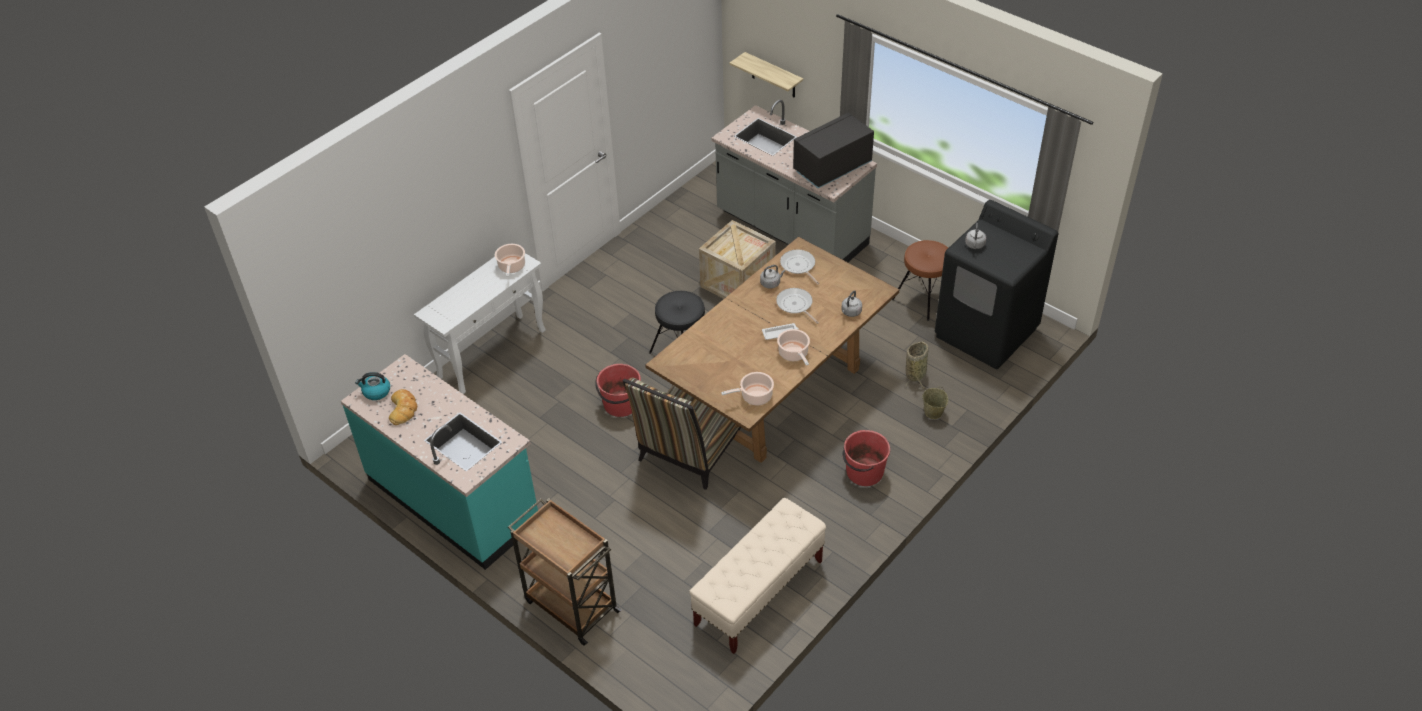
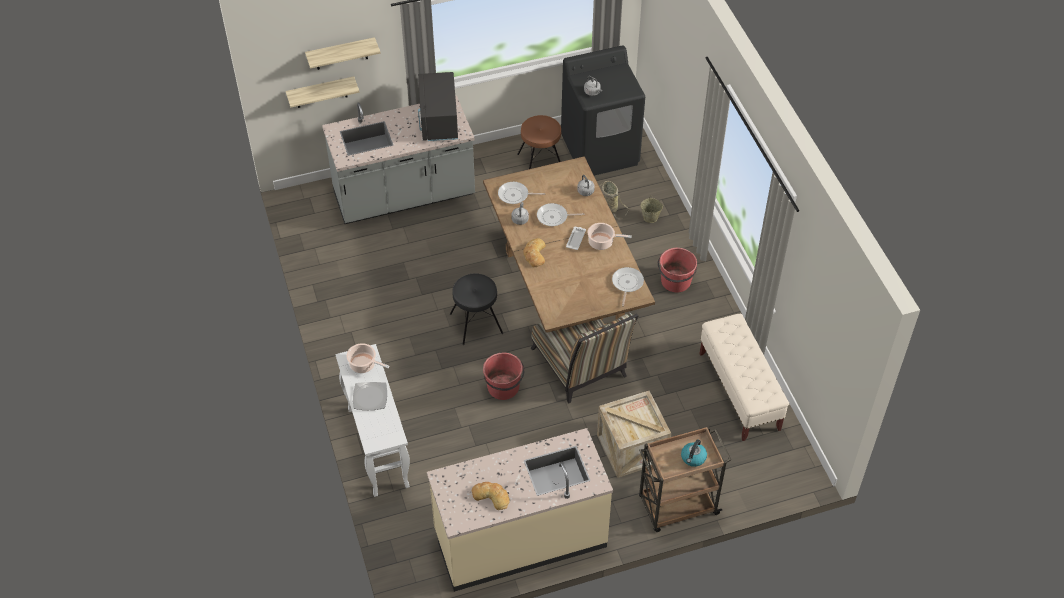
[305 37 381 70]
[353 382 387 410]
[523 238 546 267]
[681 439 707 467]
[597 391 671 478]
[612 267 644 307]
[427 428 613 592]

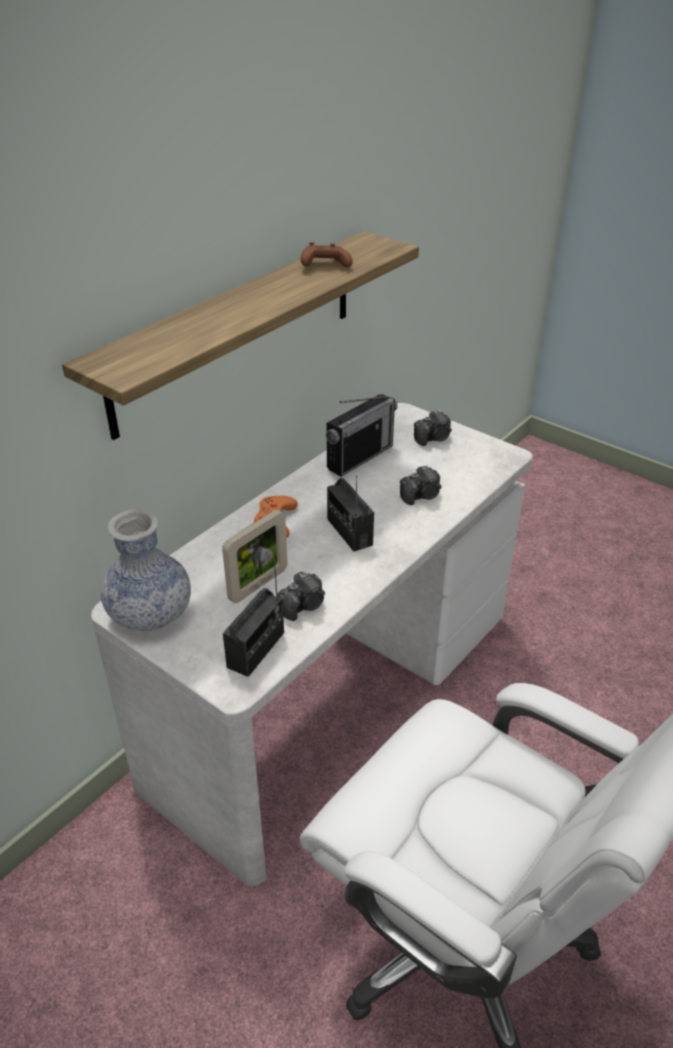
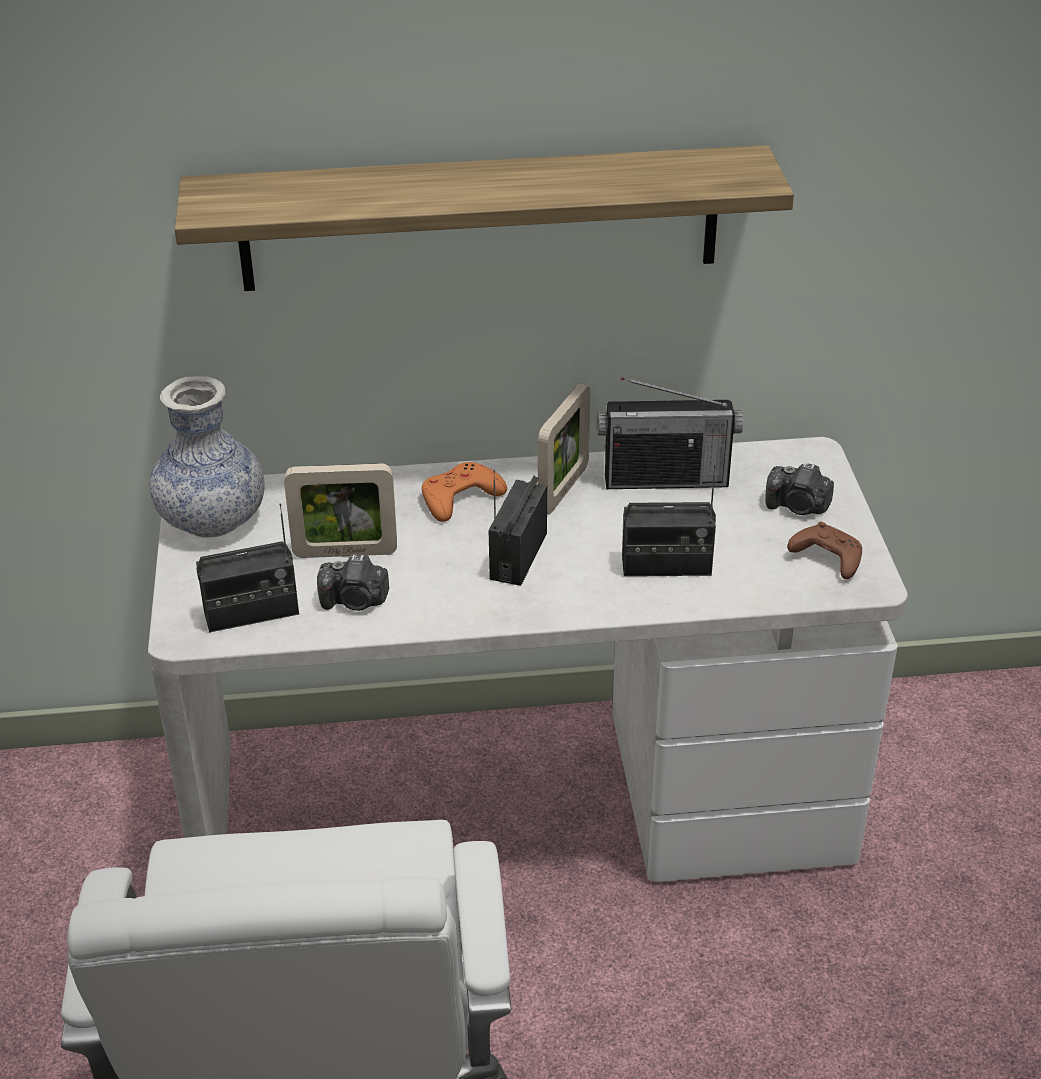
[538 384 590 514]
[787 521 862 579]
[622 465 716 576]

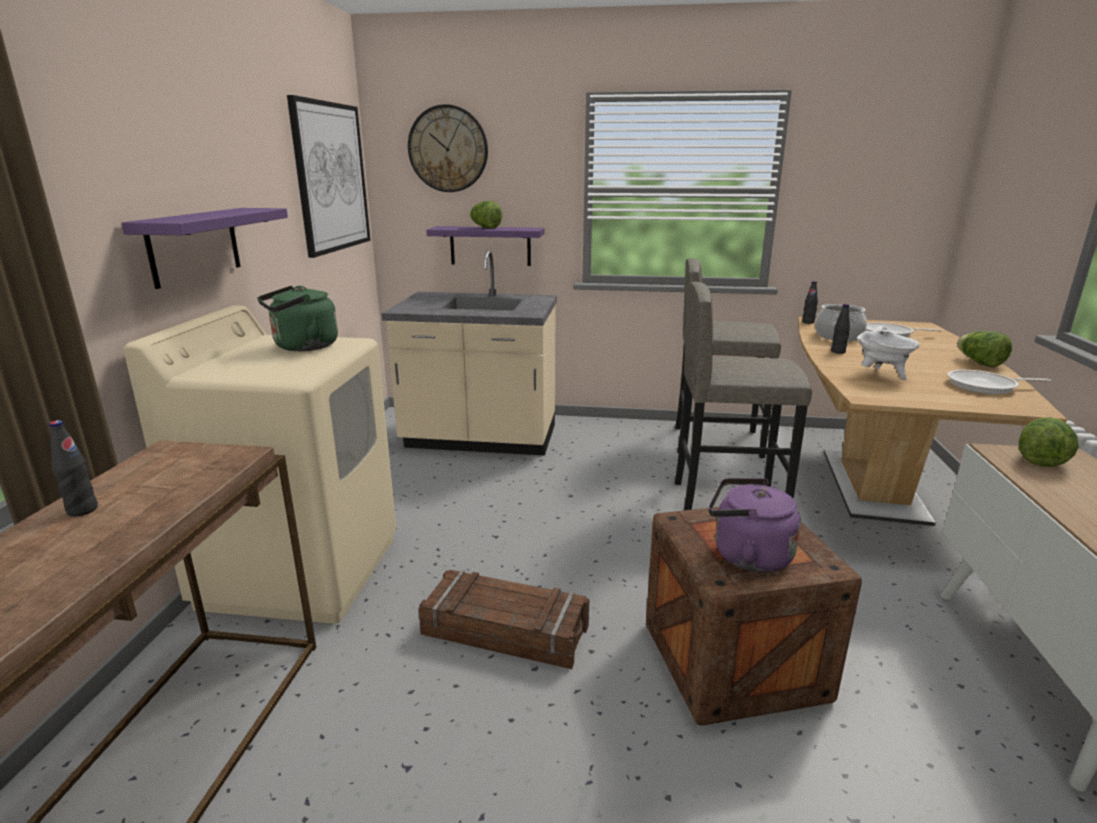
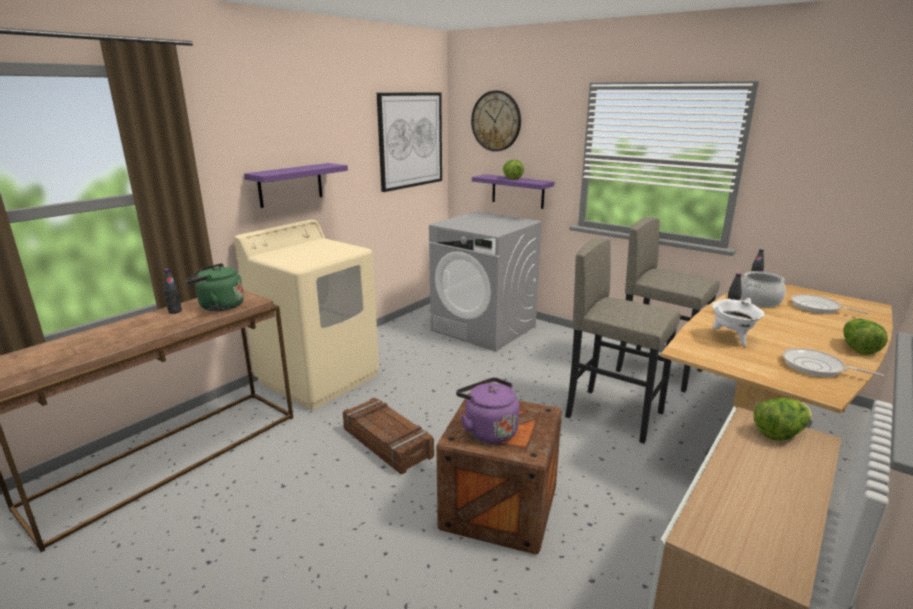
[186 263 244 311]
[429 211 543 351]

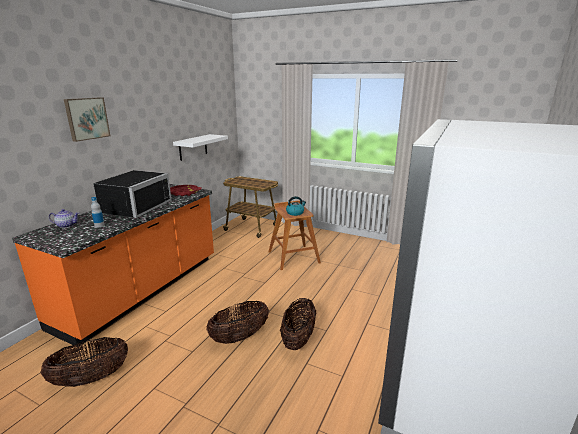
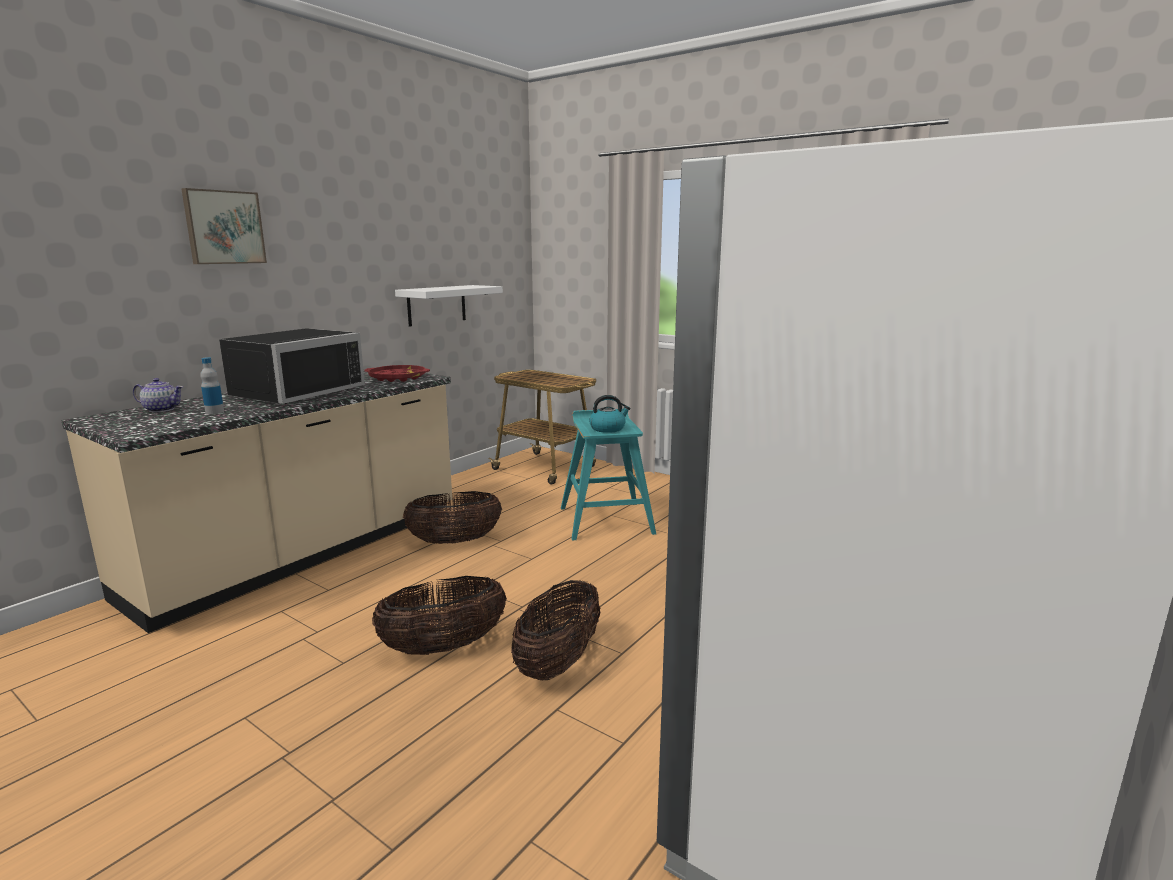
[403 491 502 544]
[62 369 452 633]
[561 409 656 540]

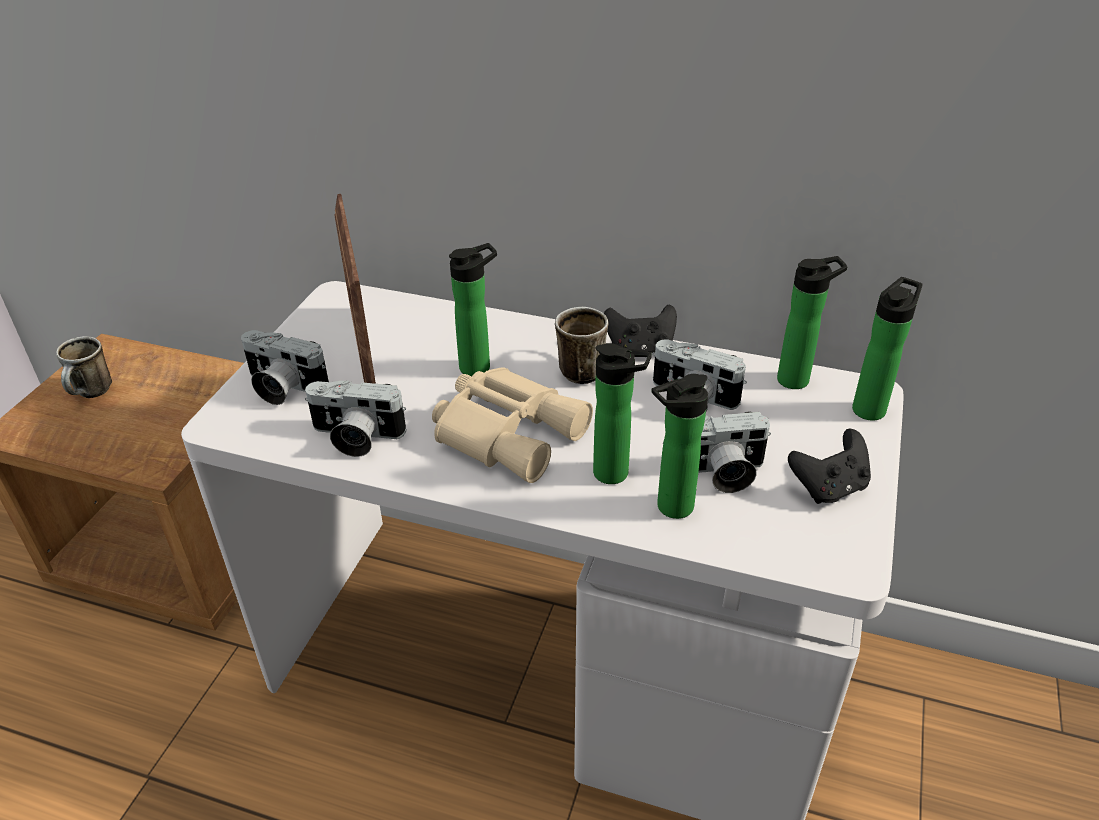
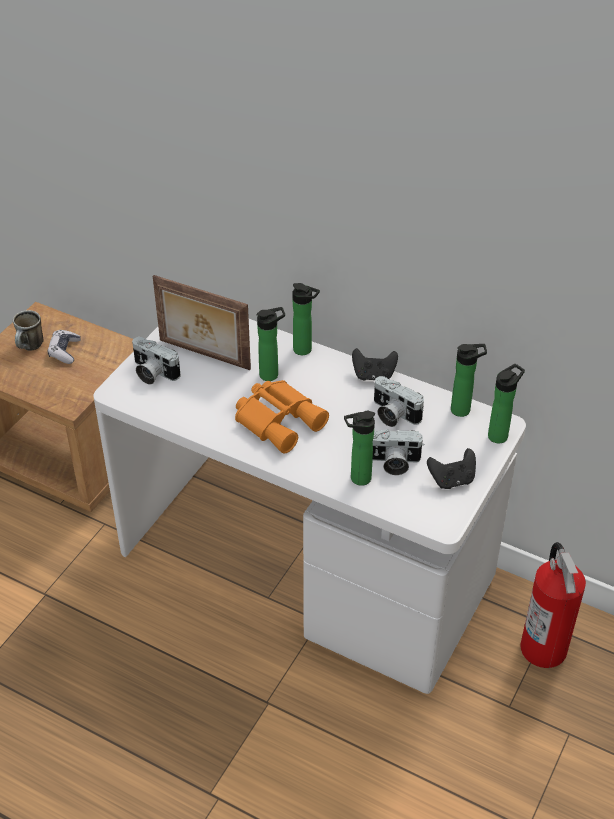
[305 380 407 457] (first image)
[555 307 608 384] (first image)
[48 330 81 364]
[520 542 586 668]
[292 283 320 355]
[235 380 329 454]
[153 275 251 370]

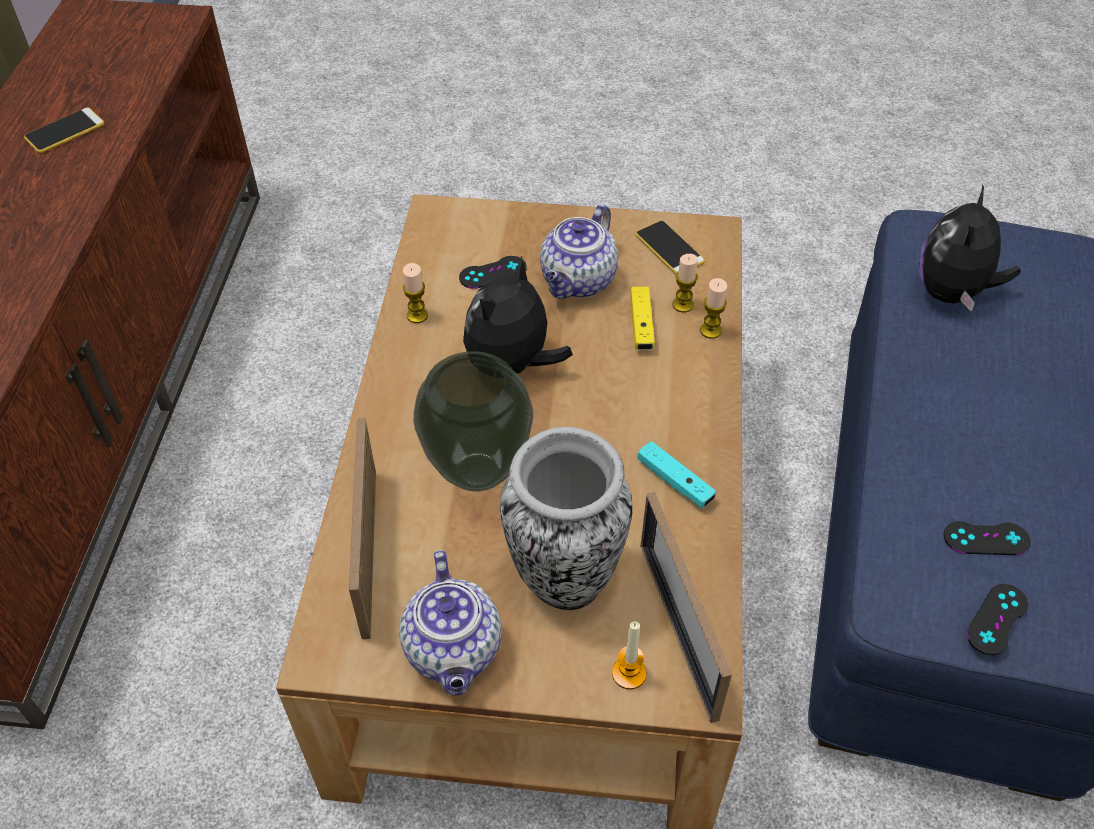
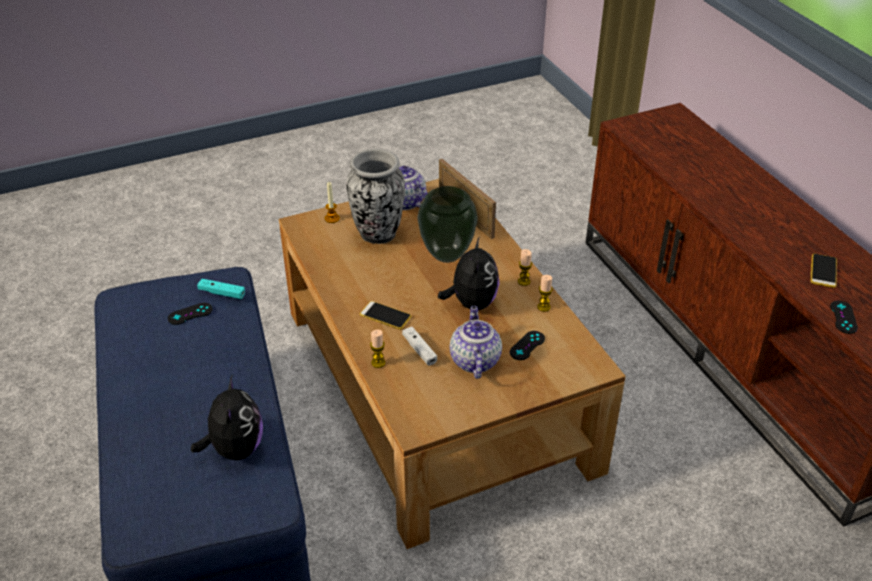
[640 492 732 723] (first image)
[360 301 411 330]
[197 279 245 299]
[518 249 532 286]
[830 301 858 334]
[402 327 437 366]

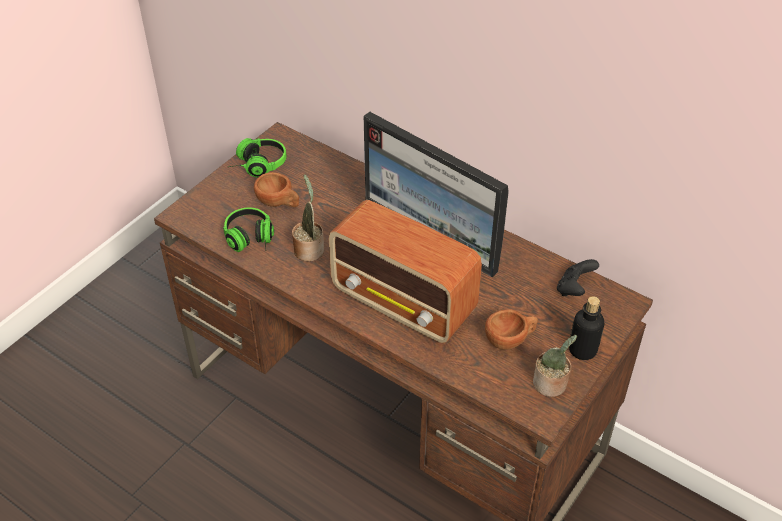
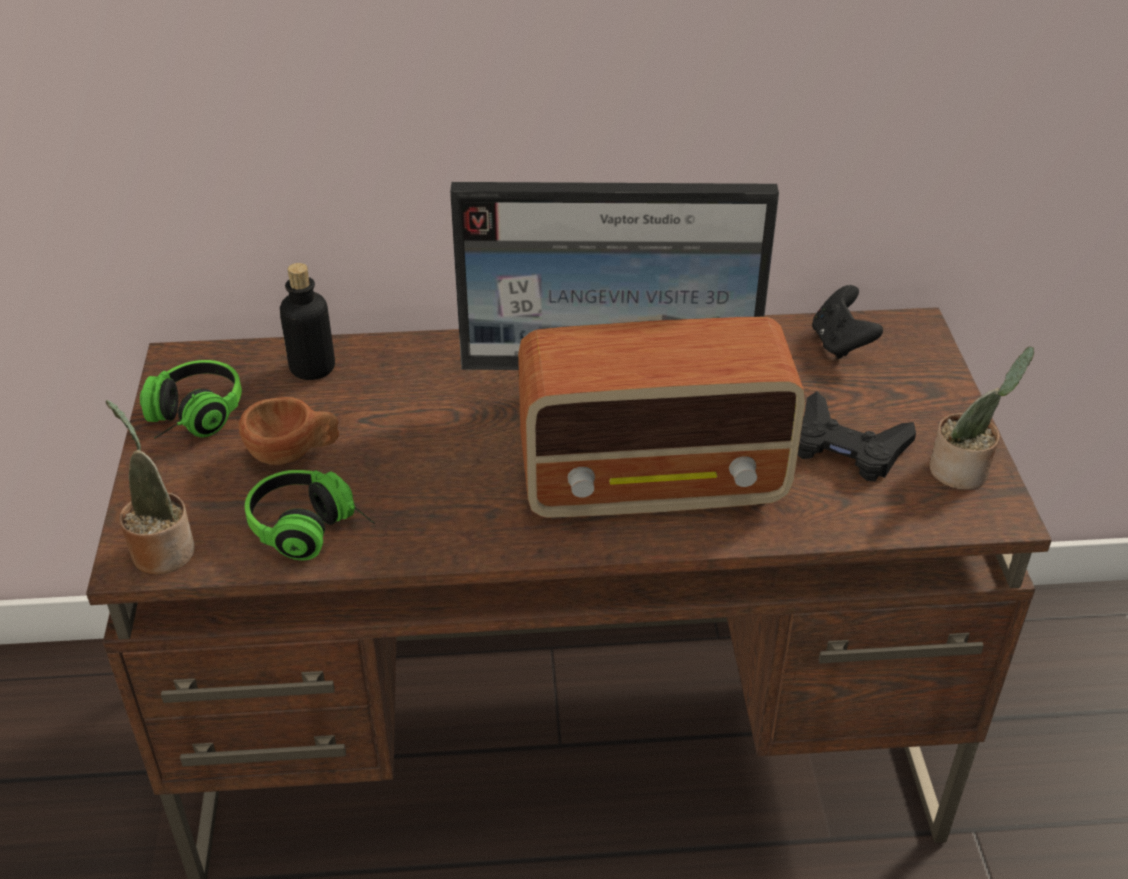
[106 400 195 575]
[280 263 335 380]
[798 391 916 481]

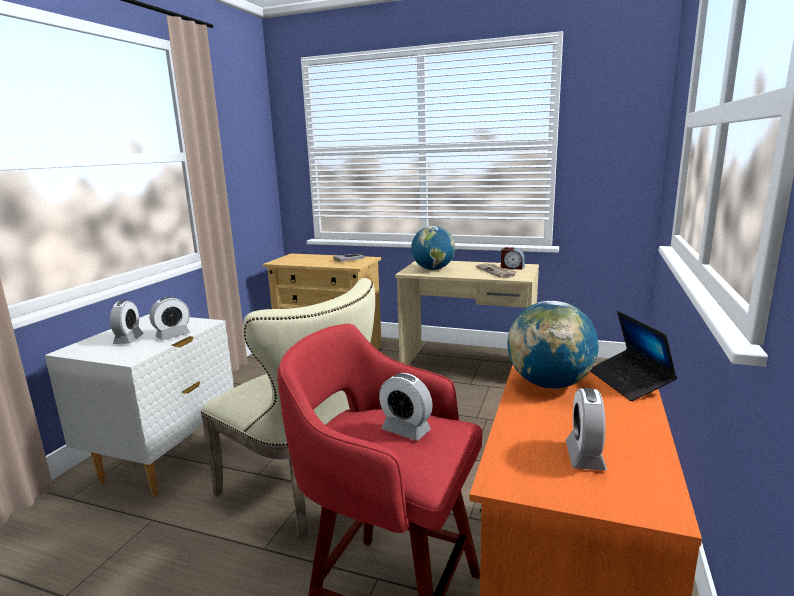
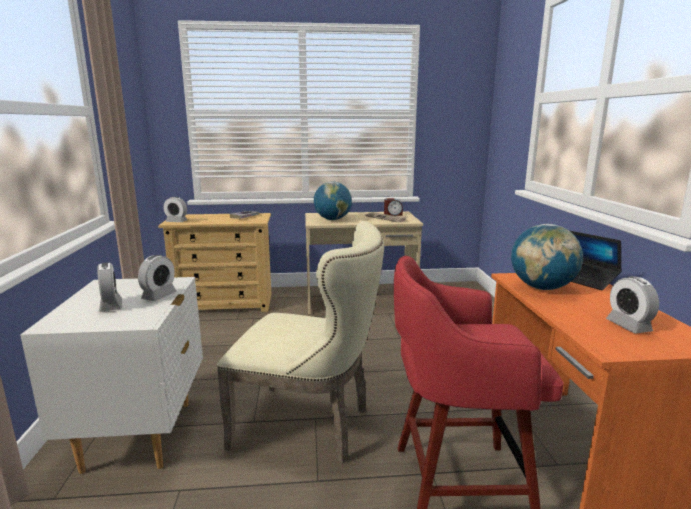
[163 197 187 222]

